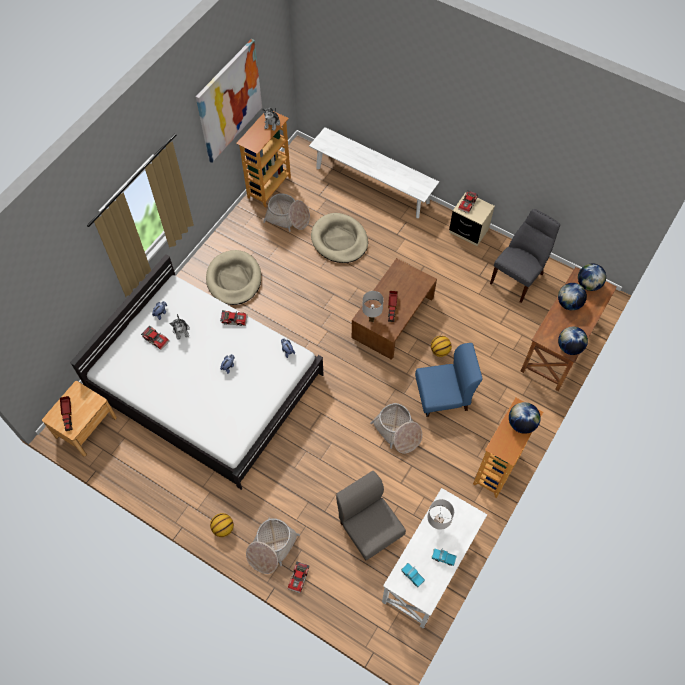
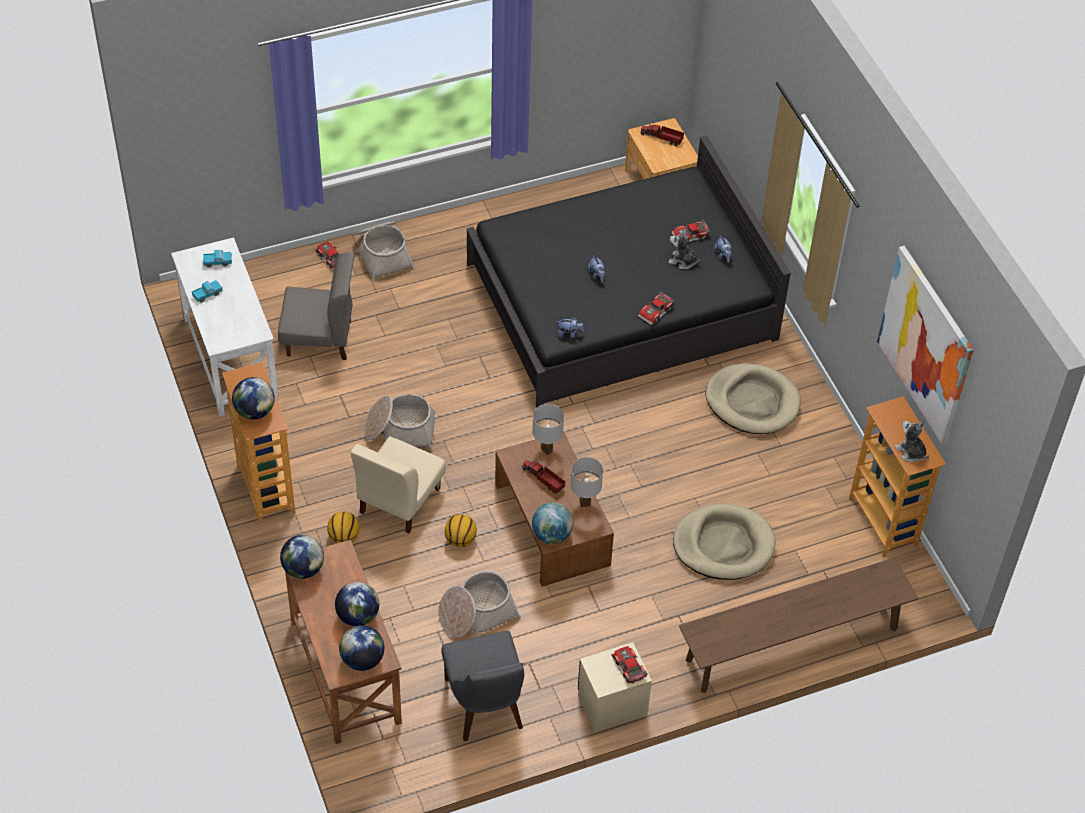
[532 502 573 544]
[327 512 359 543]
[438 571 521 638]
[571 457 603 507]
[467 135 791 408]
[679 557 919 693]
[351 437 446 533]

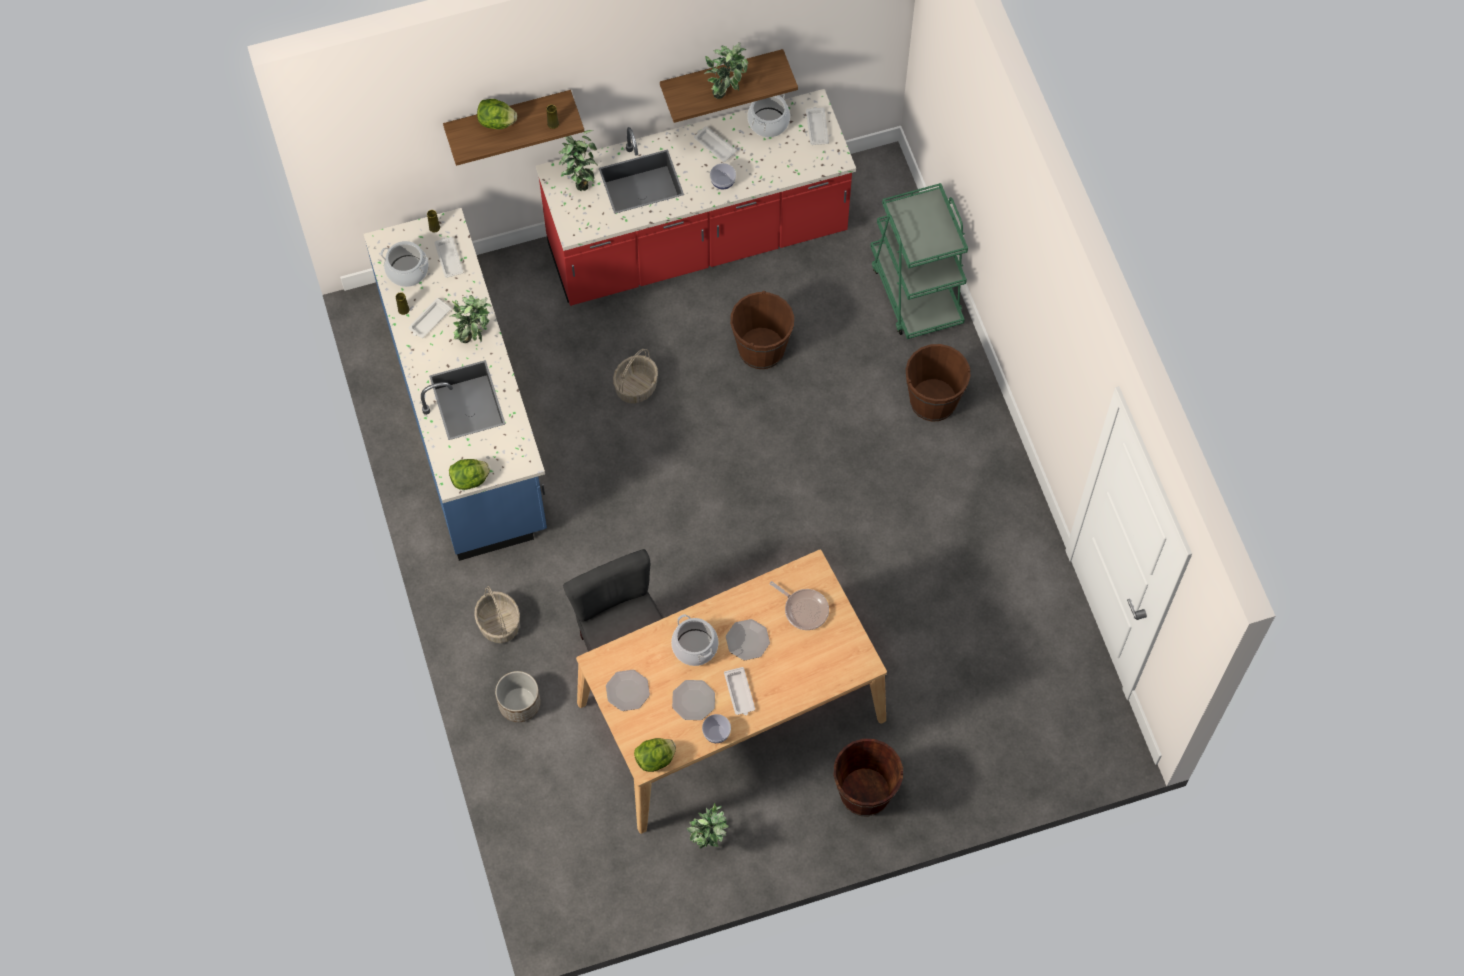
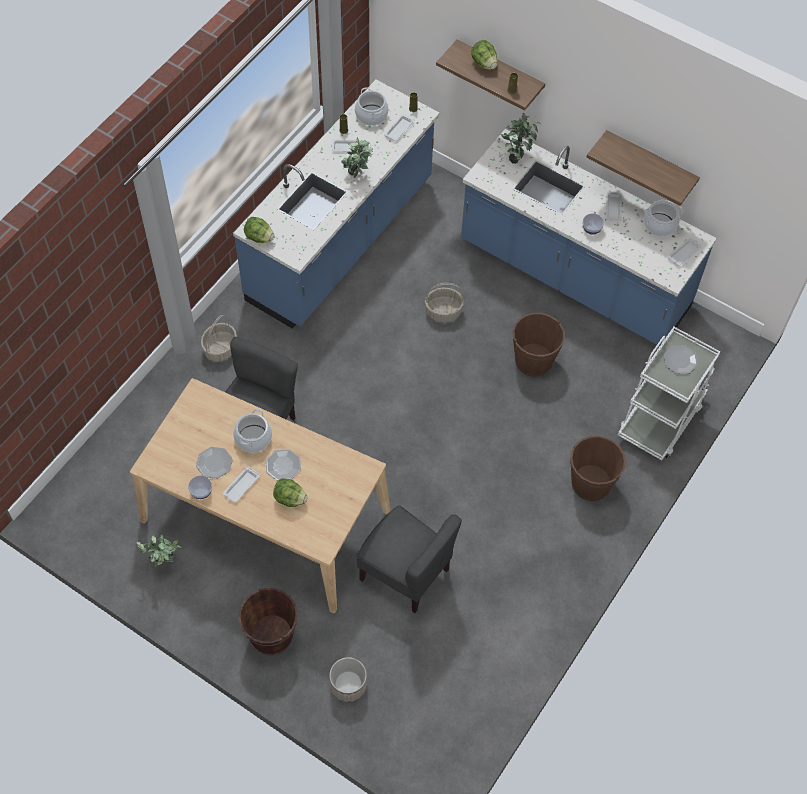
[704 42 748 99] (first image)
[770 581 829 630] (first image)
[357 505 462 613]
[329 657 367 702]
[664 346 698 374]
[273 478 308 507]
[461 129 717 346]
[618 327 720 460]

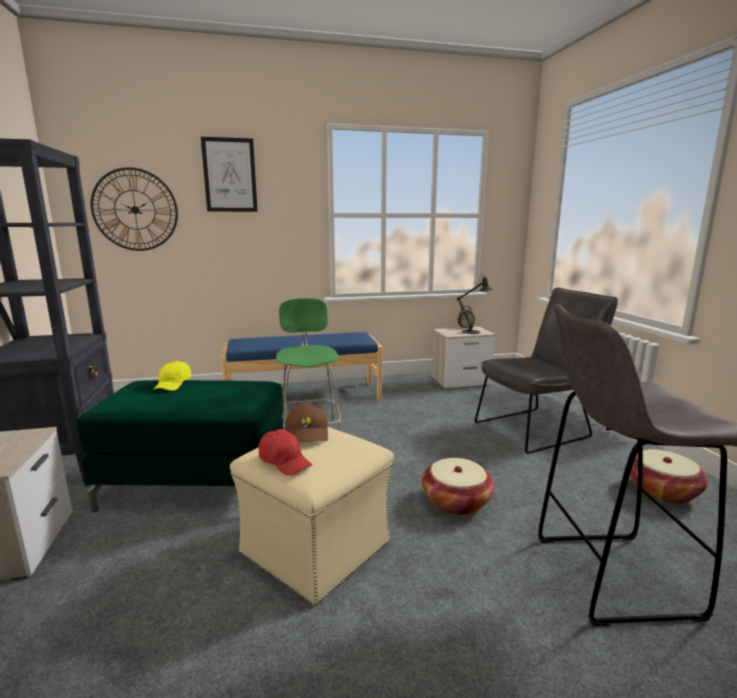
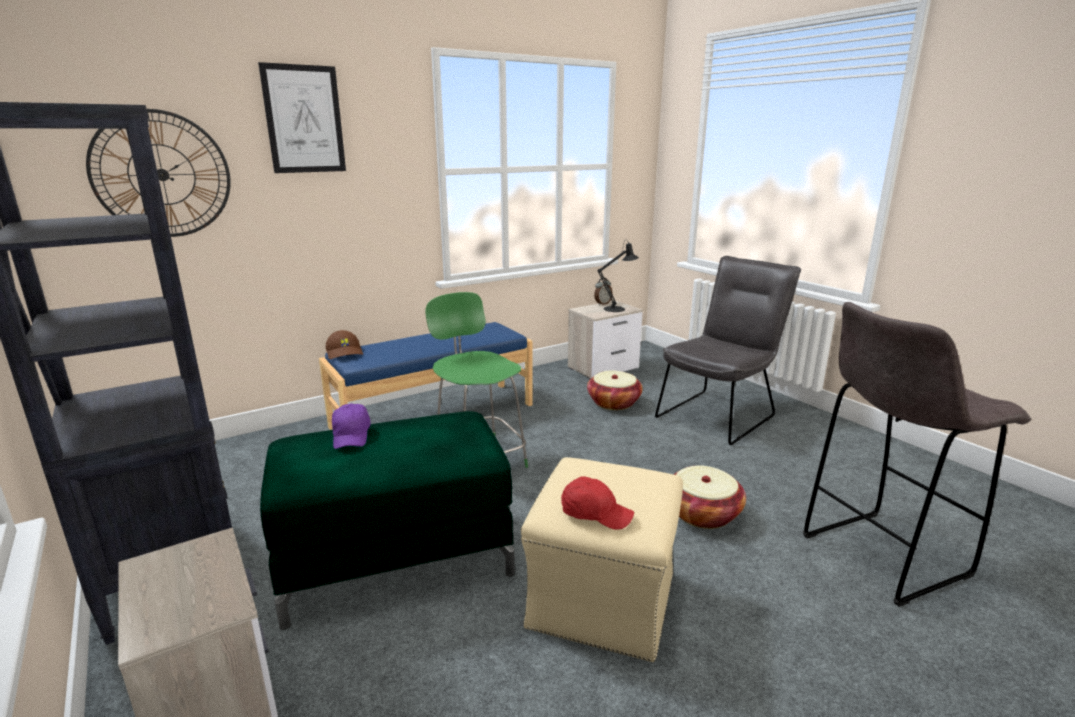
[326 330 363 359]
[587 371 643 410]
[332 403 371 449]

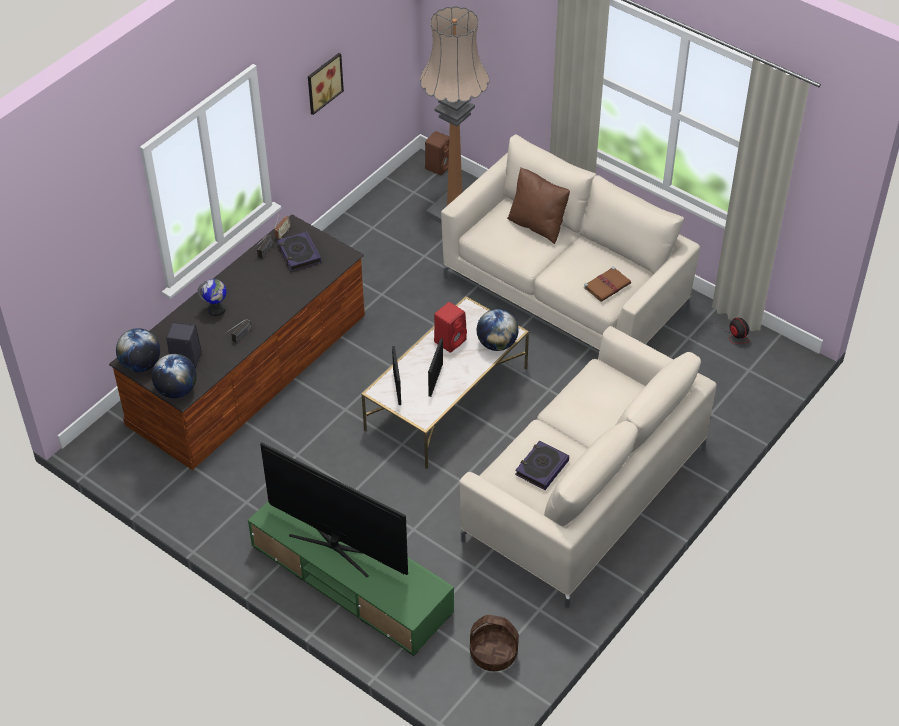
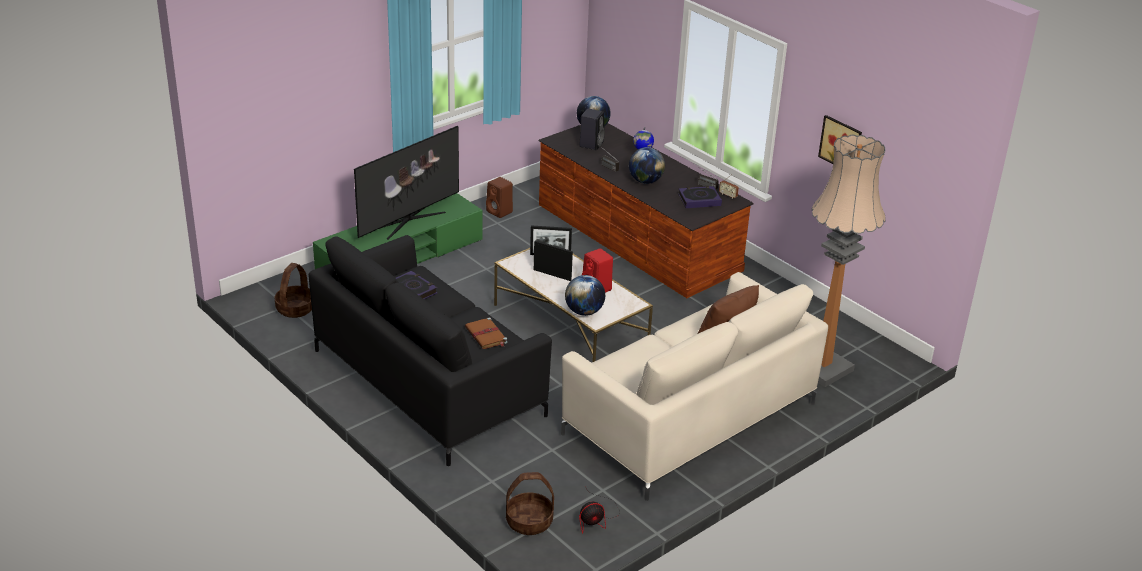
[506 472 554 535]
[629 147 665 184]
[486 177 513 218]
[465 317 507 349]
[309 235 552 466]

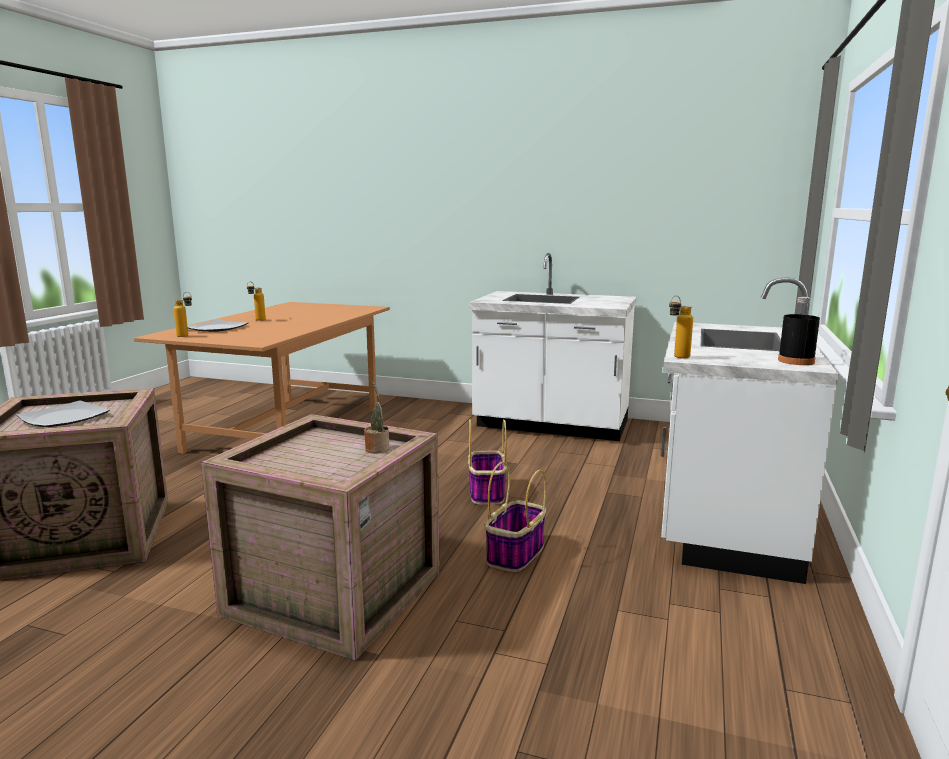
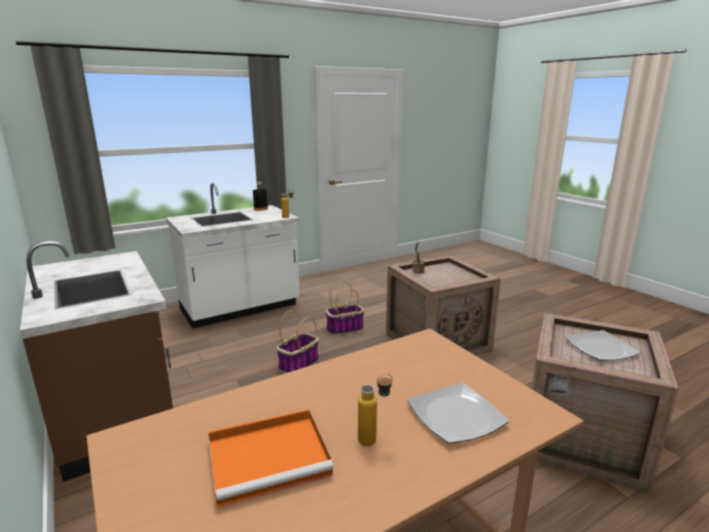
[173 292 192 337] (first image)
[208 409 334 508]
[20 241 173 482]

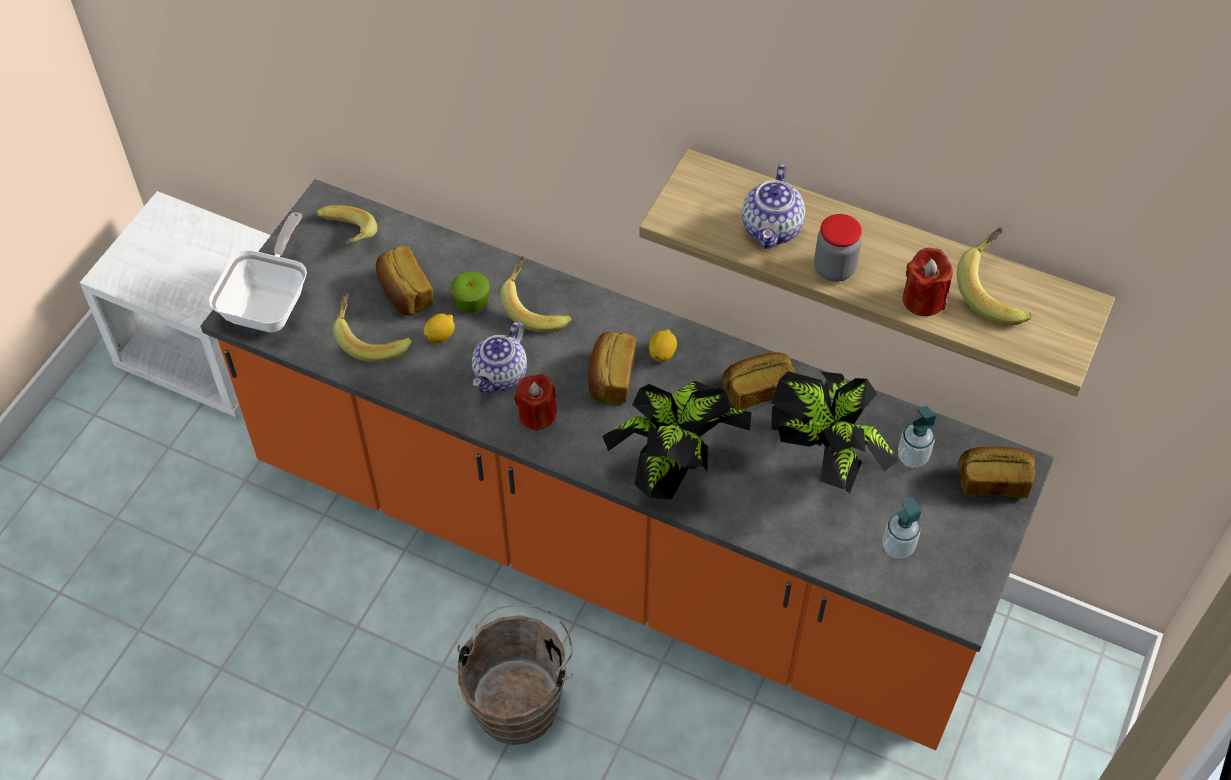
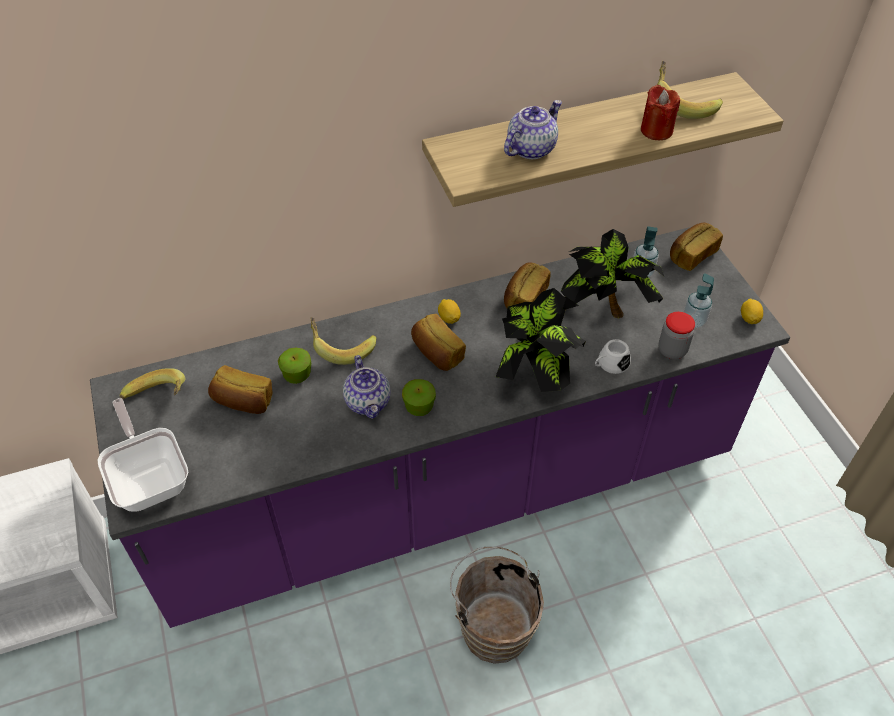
[333 292 412 362] (first image)
[595 339 631 374]
[741 298 763 324]
[658 312 695 359]
[402 379 436 416]
[90 227 790 628]
[504 100 562 159]

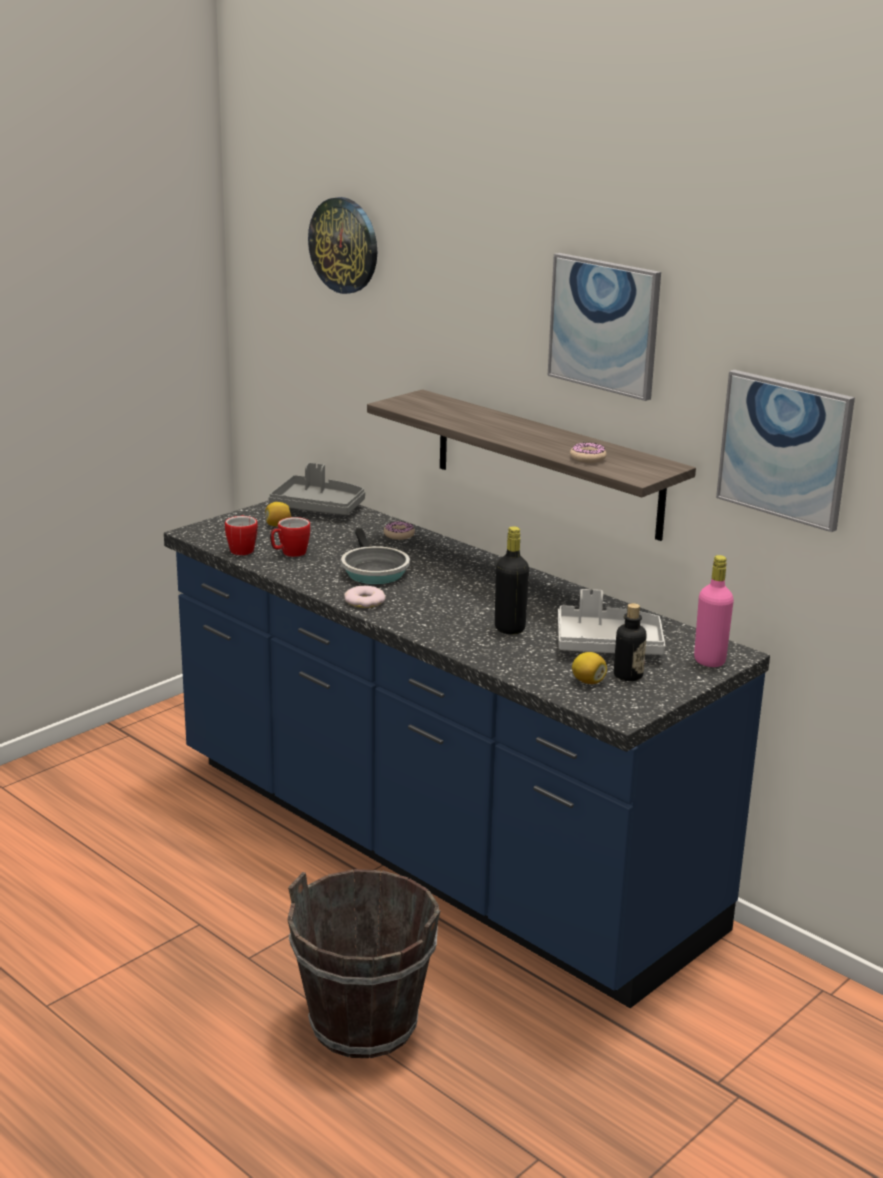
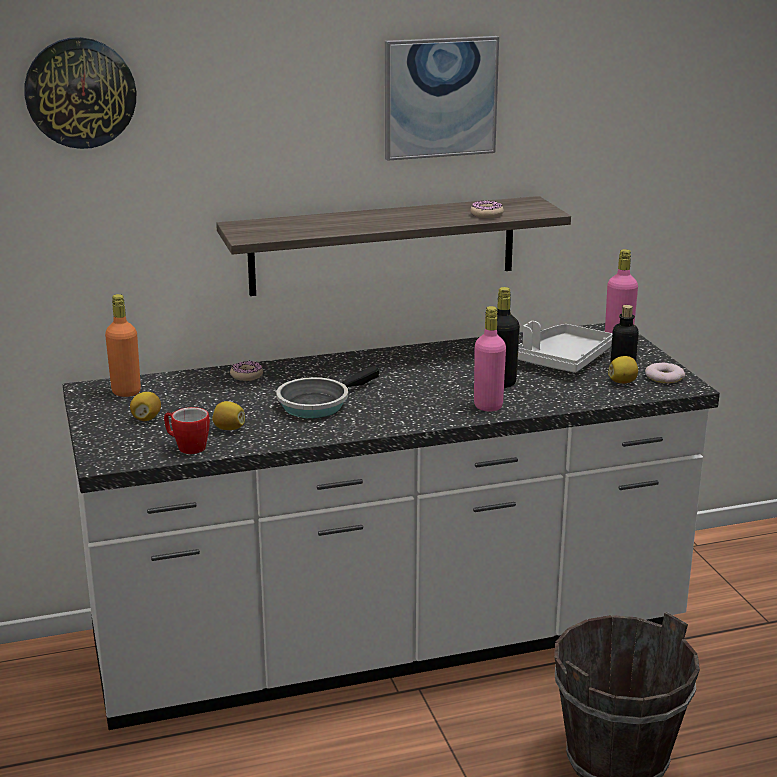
[716 370 855 532] (first image)
[474 306 506 411]
[645 363 685 383]
[105 294 141 397]
[212 401 245 430]
[63 323 720 730]
[276 366 379 418]

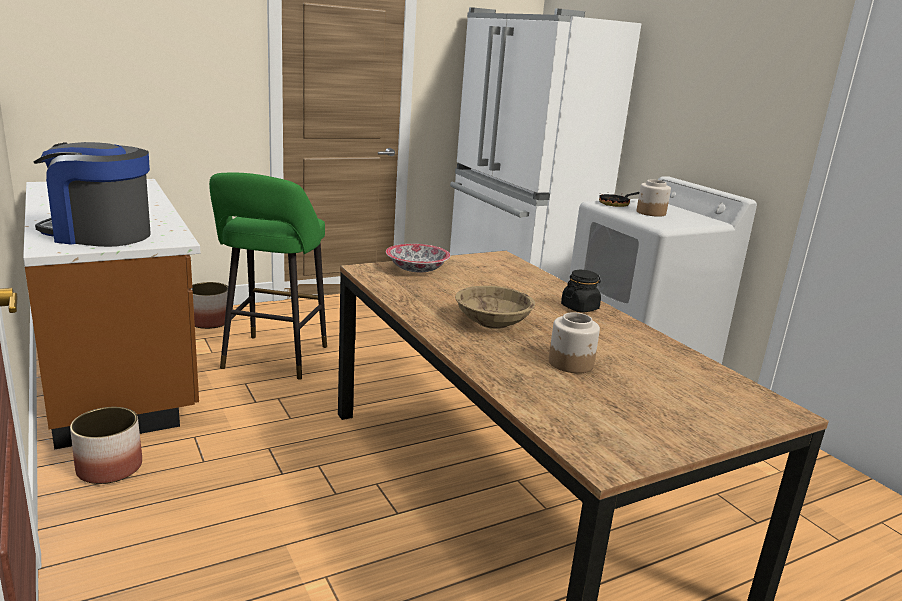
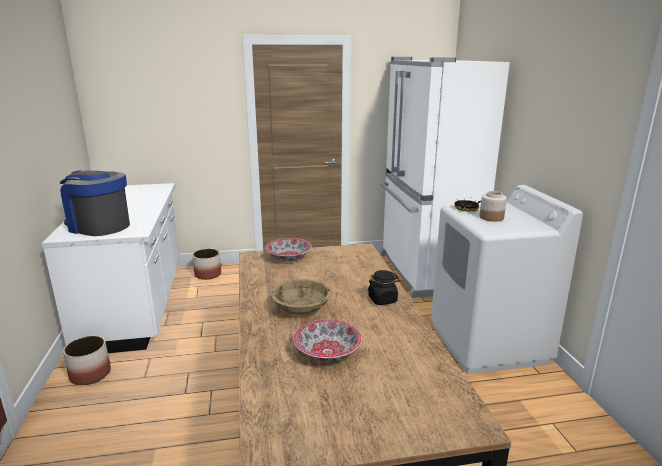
[209 173 327 380] (first image)
[293 319 362 362]
[42 183 179 353]

